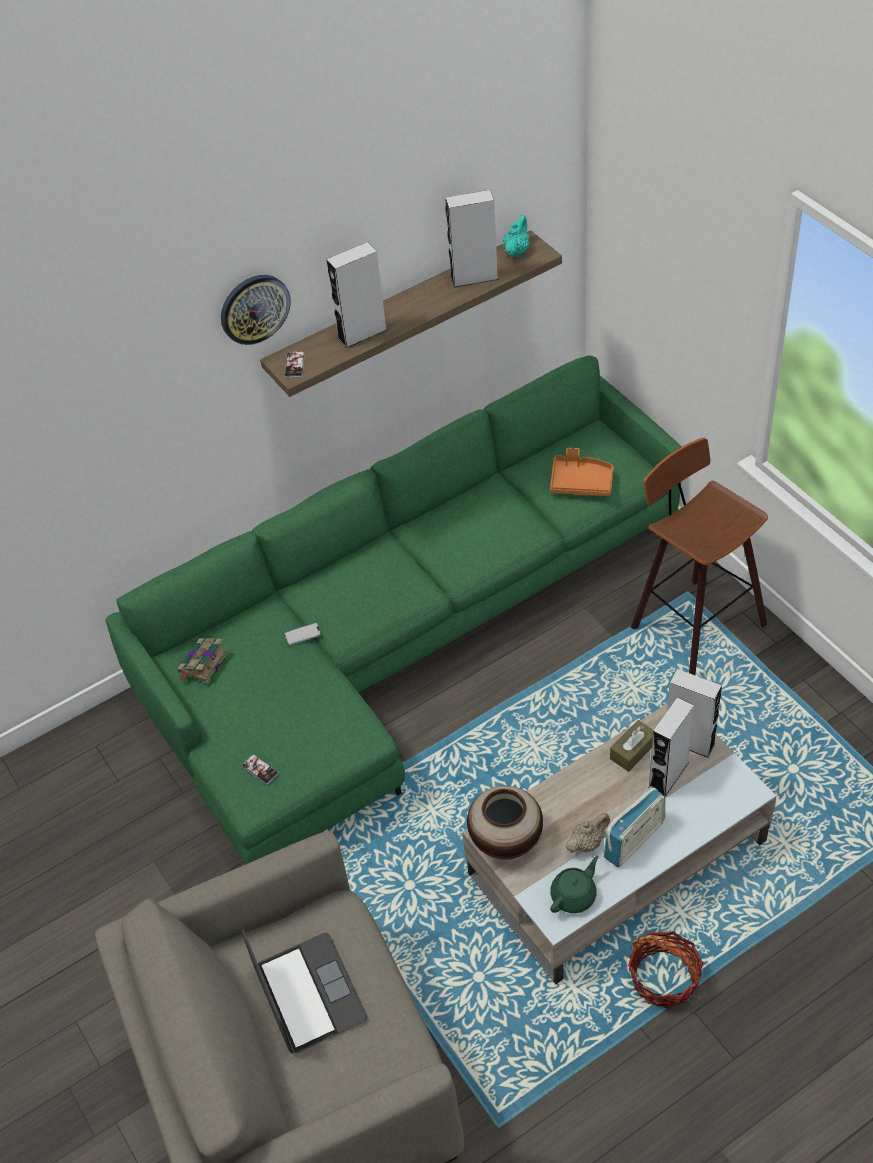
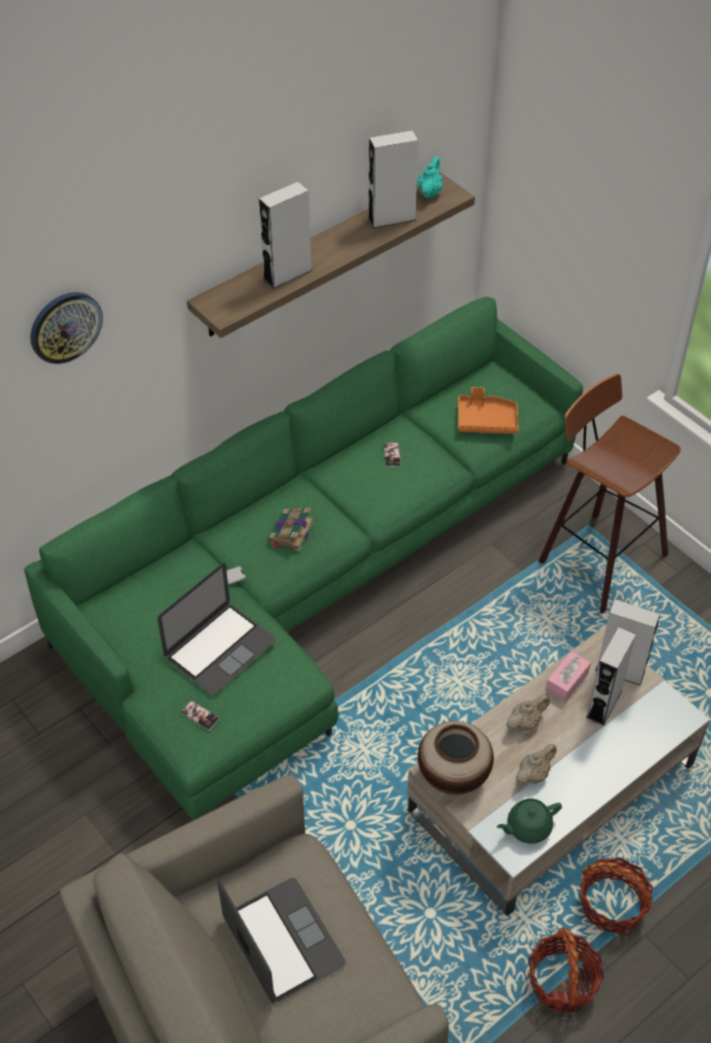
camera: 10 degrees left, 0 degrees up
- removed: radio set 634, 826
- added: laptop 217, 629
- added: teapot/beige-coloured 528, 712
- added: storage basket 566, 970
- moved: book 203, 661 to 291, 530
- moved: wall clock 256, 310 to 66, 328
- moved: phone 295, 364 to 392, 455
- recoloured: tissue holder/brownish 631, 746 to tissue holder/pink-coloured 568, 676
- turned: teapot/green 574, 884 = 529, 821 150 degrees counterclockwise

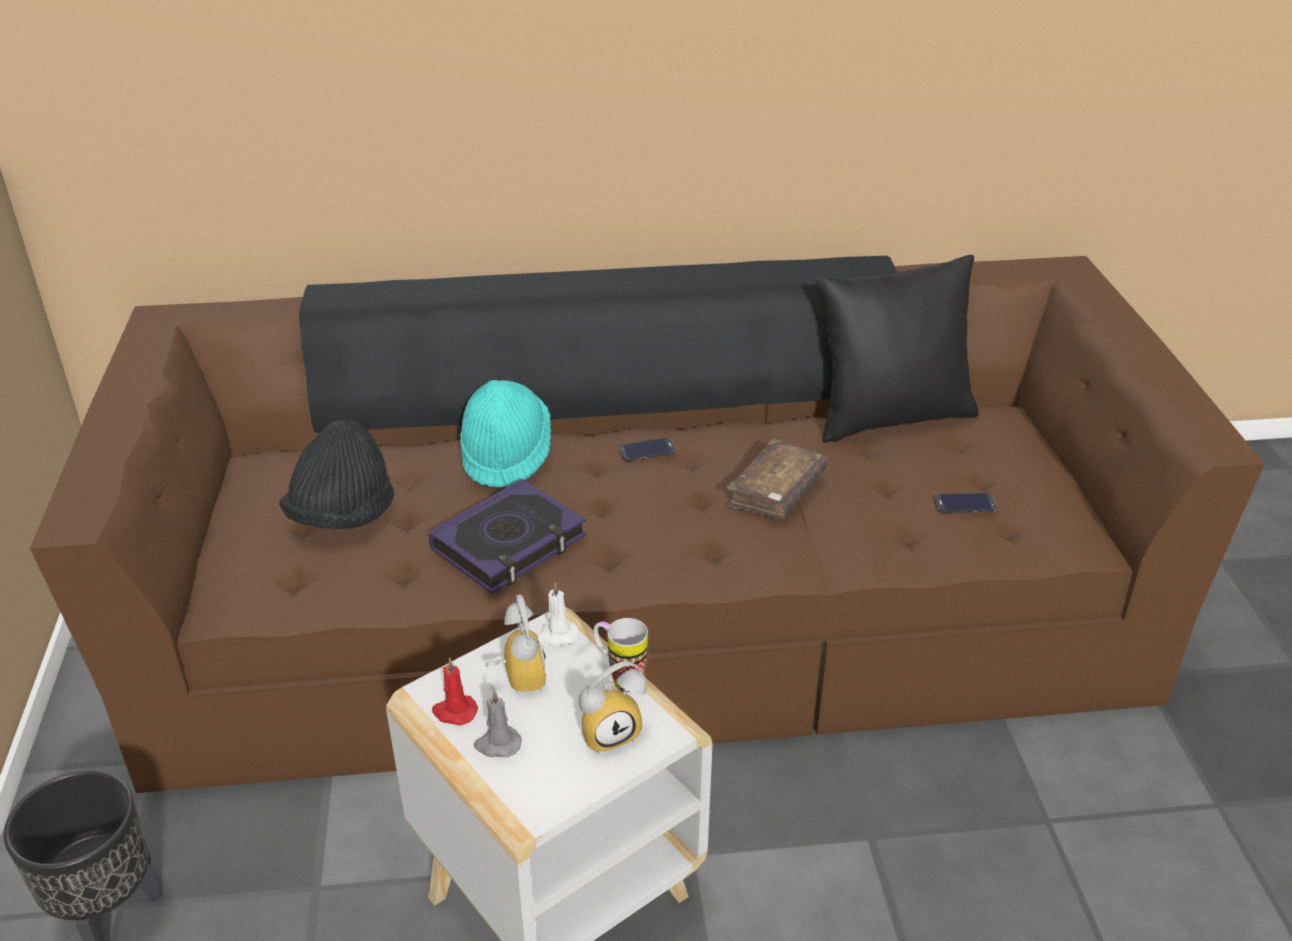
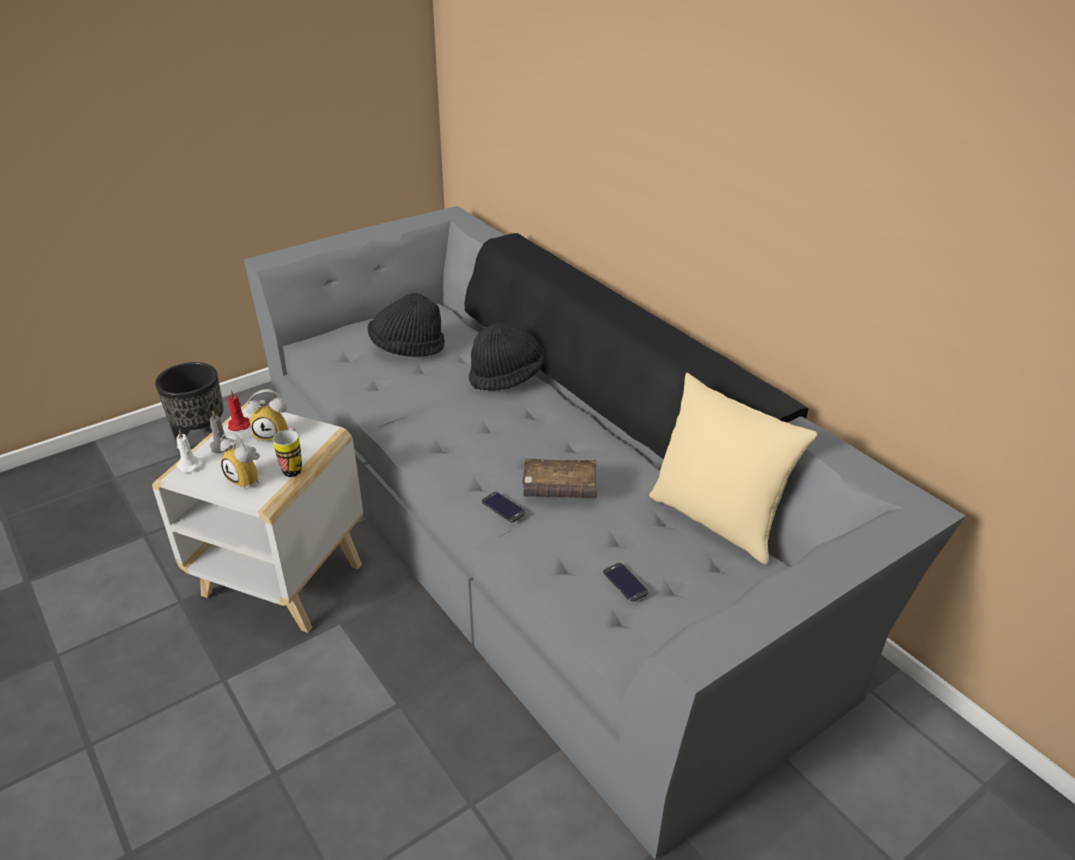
camera: 60 degrees right, 0 degrees up
- removed: book 507, 536
- moved: wax light/white 557, 614 to 189, 451
- moved: phone 647, 449 to 503, 507
- recoloured: couch/brownish 647, 524 to couch/gray 605, 533
- recoloured: hat/blue-green 505, 434 to hat/black-coloured 506, 356
- recoloured: throw pillow/black-coloured 897, 349 to throw pillow/beige-coloured 733, 469
- turned: table clock 515, 643 = 267, 415 45 degrees clockwise

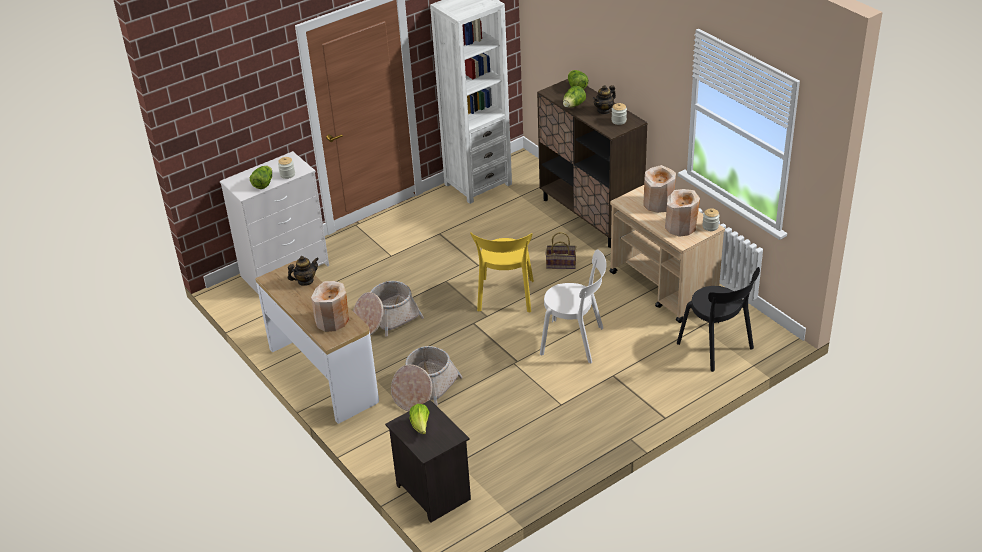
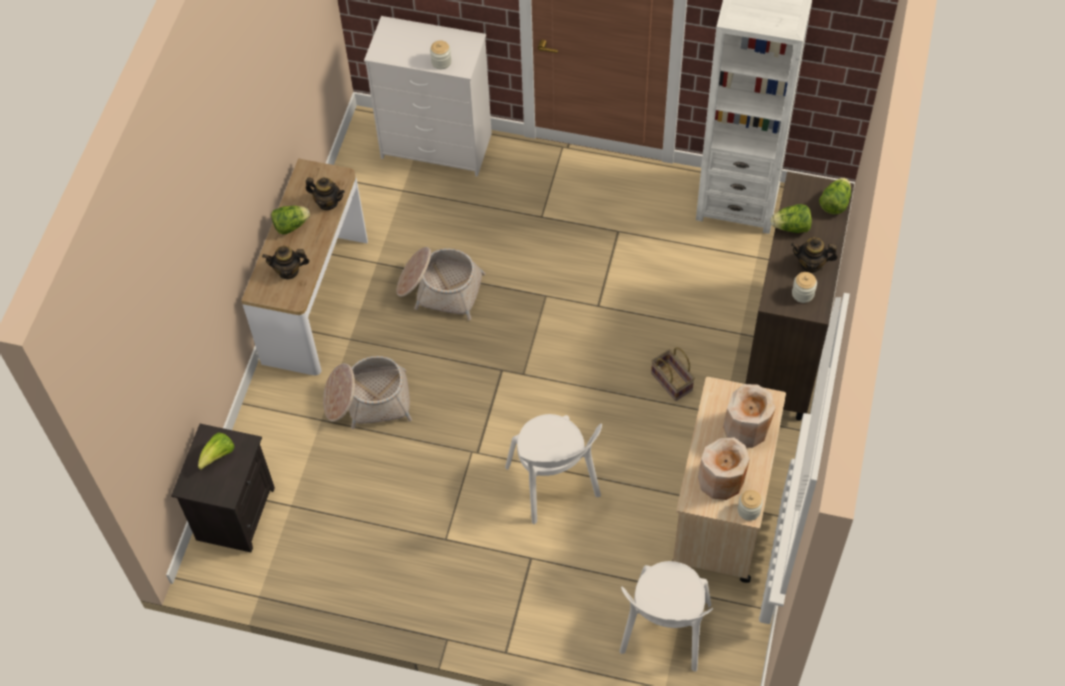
camera: 50 degrees right, 20 degrees up
- removed: upright chair/yellowish 502, 272
- moved: lettuce 261, 177 to 290, 220
- replaced: decorative vase/beige-coloured 330, 306 to teapot 286, 263
- recoloured: upright chair/black-coloured 718, 319 to upright chair/white 666, 616

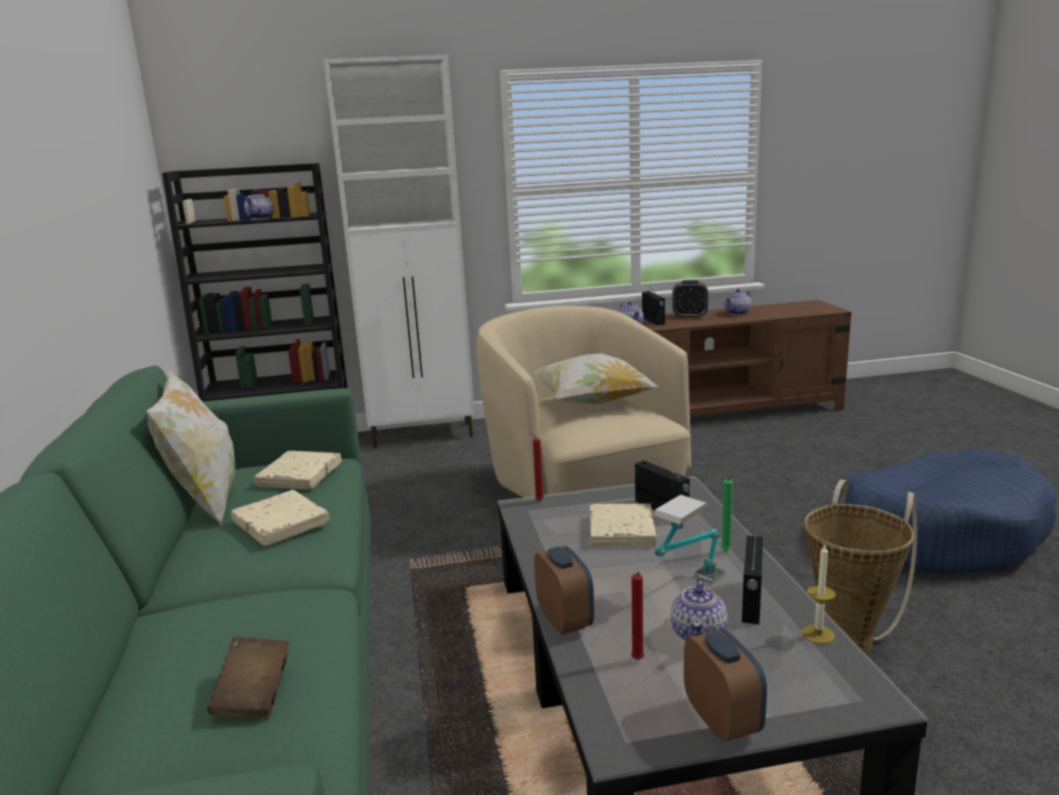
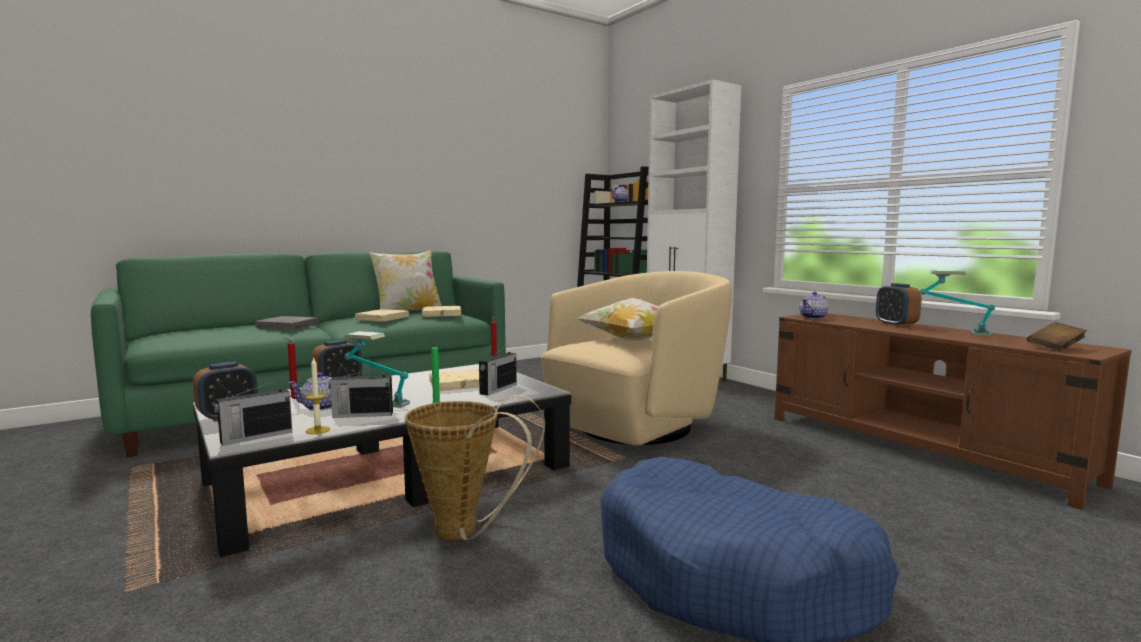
camera: 65 degrees right, 10 degrees down
- added: book/gray 286, 323
- moved: book/brownish 248, 677 to 1057, 337
- moved: radio set 653, 305 to 253, 413
- replaced: teapot 737, 302 to lamp for a table 957, 303

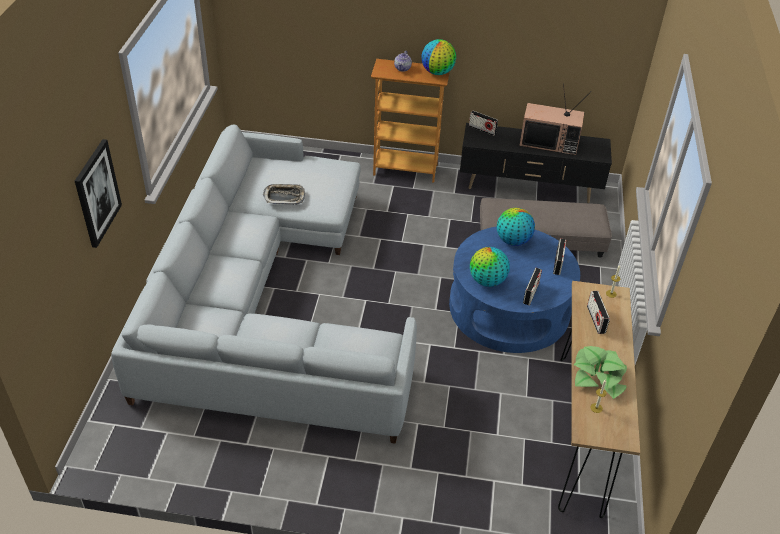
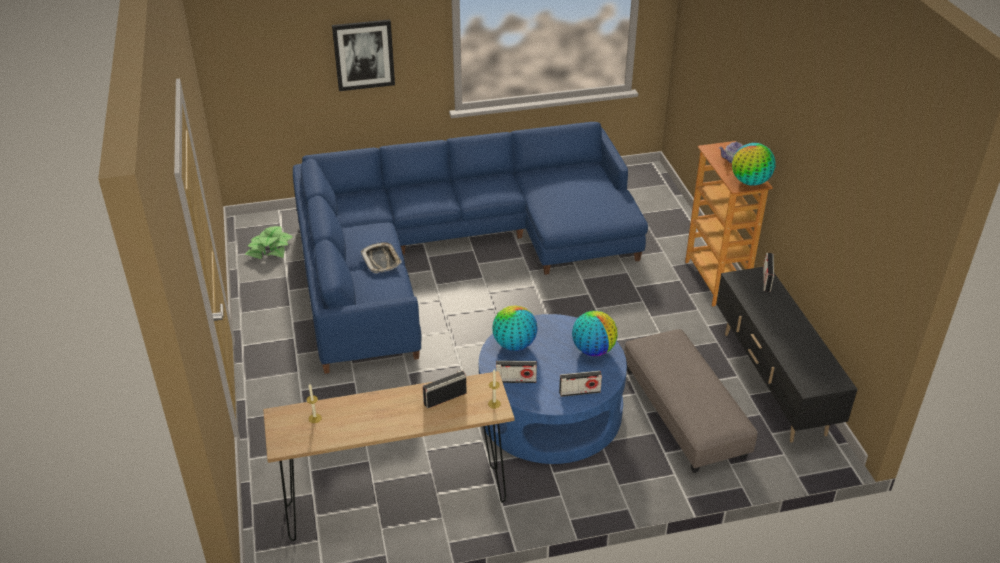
camera: 70 degrees right, 5 degrees down
- removed: TV 555, 119
- moved: tray 284, 194 to 381, 257
- moved: potted plant 600, 372 to 269, 242
- recoloured: couch/gray 264, 284 to couch/bluish 470, 248

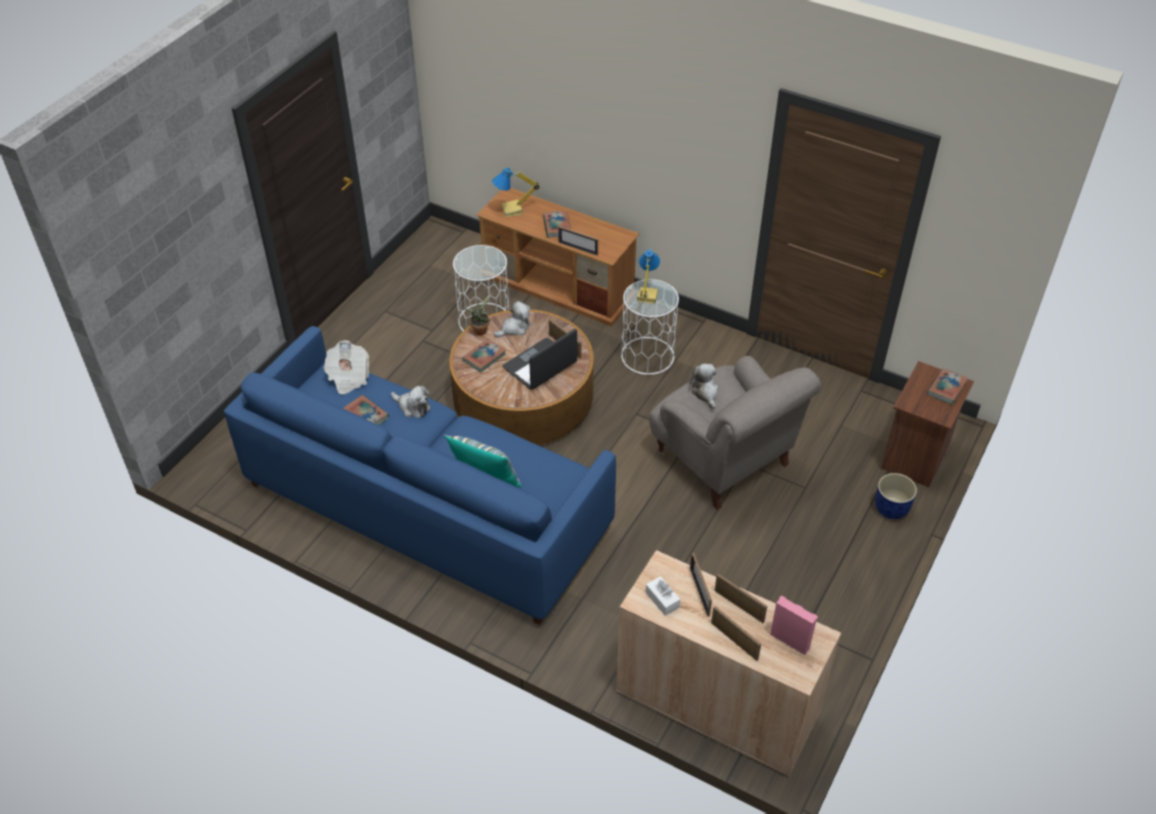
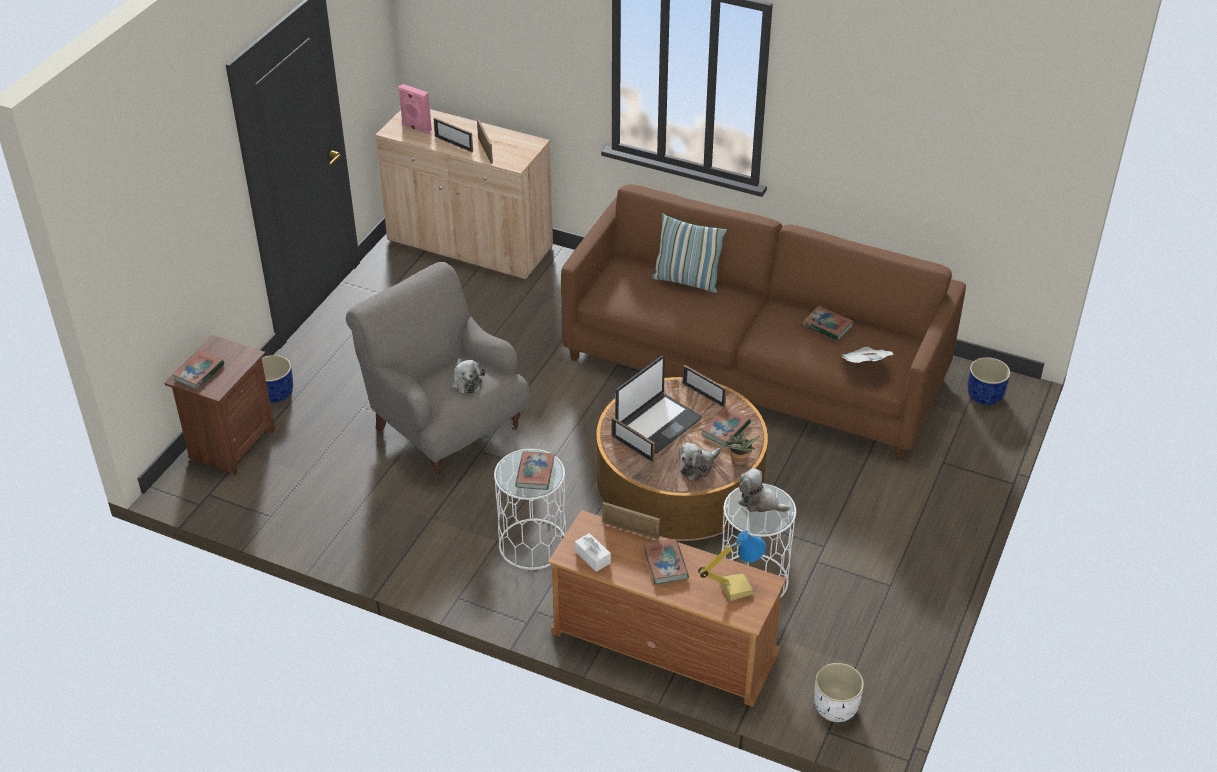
camera: 175 degrees right, 5 degrees down
- added: plant pot/white 839, 692
- added: plant pot/bluish 989, 381
- moved: soft toy 411, 402 to 764, 490
- moved: tissue holder/white 663, 596 to 593, 552
- moved: picture frame 736, 633 to 705, 386
- replaced: lamp for a table 648, 276 to book 535, 470
- recoloured: couch/bluish 420, 475 to couch/brownish 763, 322

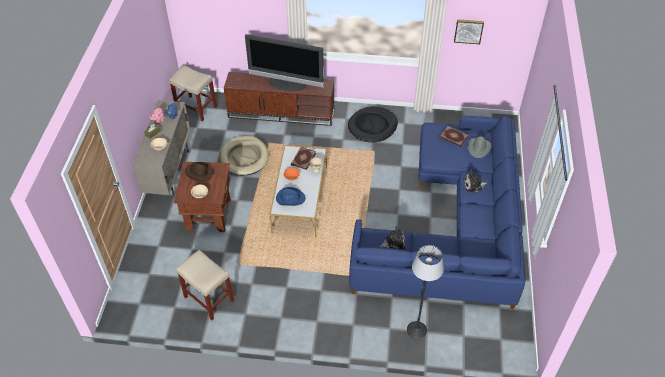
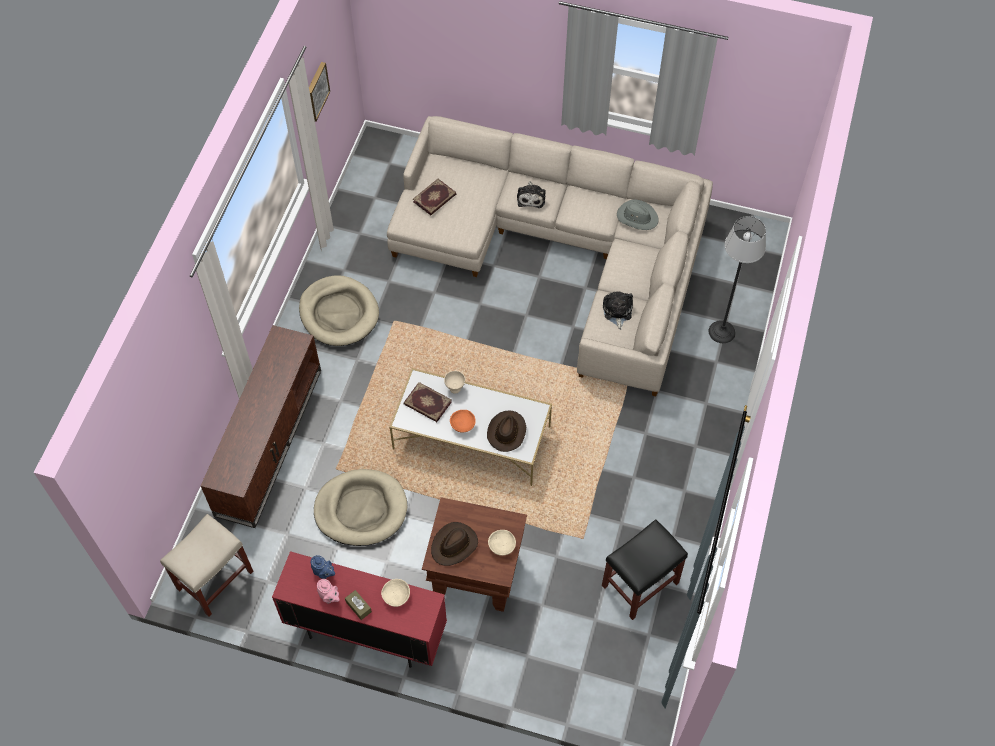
camera: 80 degrees left, 10 degrees up
- removed: TV 284, 62
- moved: hat/gray 479, 147 to 637, 214
- recoloured: cupboard/beige-coloured 162, 148 to cupboard/reddish 359, 609
- recoloured: sitting stool/beige-coloured 205, 284 to sitting stool/black-coloured 645, 569
- recoloured: hat/bluish 291, 196 to hat/brownish 506, 431
- recoloured: pet bed/black-coloured 373, 124 to pet bed/beige-coloured 339, 310
- recoloured: couch/bluish 437, 212 to couch/beige-coloured 550, 256

